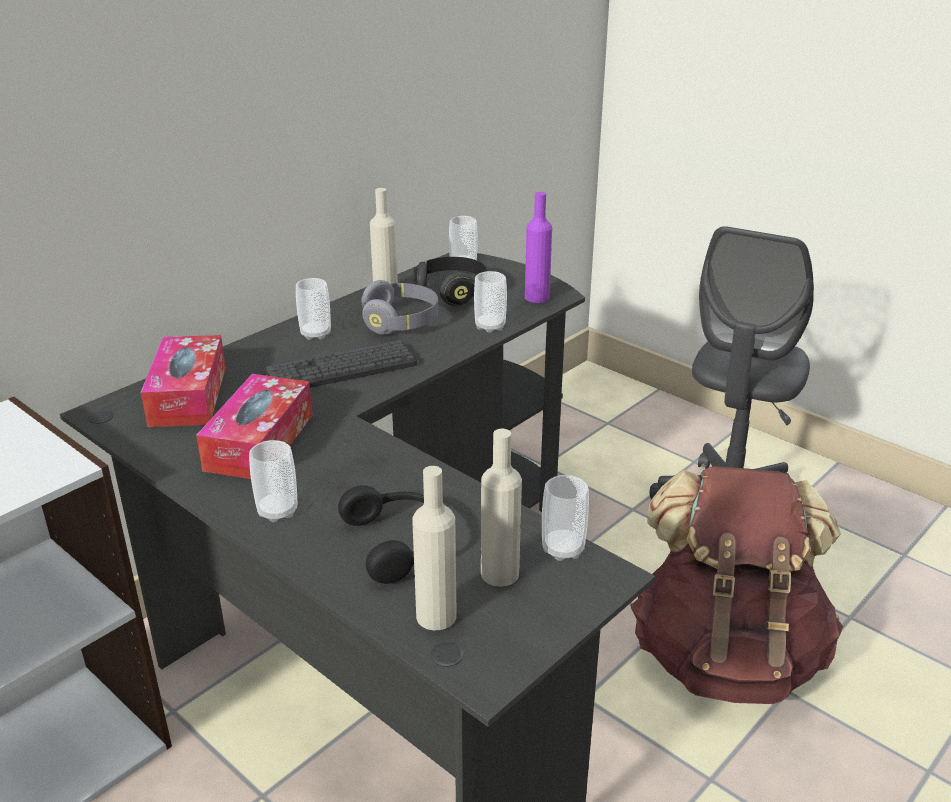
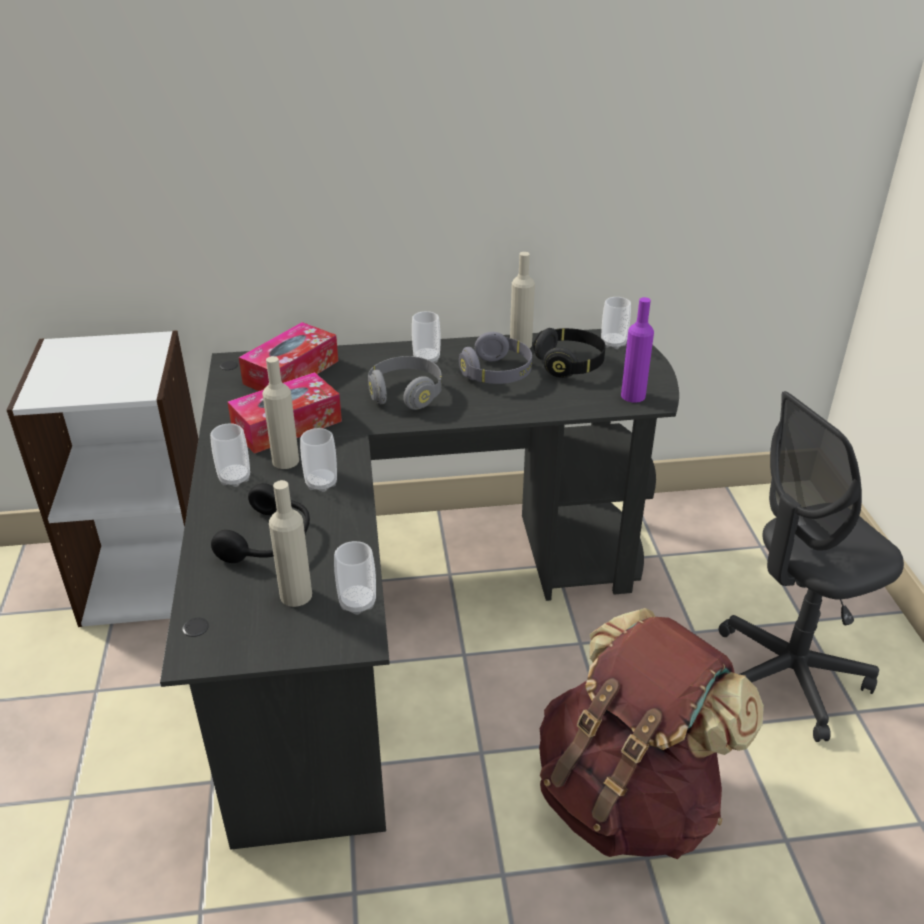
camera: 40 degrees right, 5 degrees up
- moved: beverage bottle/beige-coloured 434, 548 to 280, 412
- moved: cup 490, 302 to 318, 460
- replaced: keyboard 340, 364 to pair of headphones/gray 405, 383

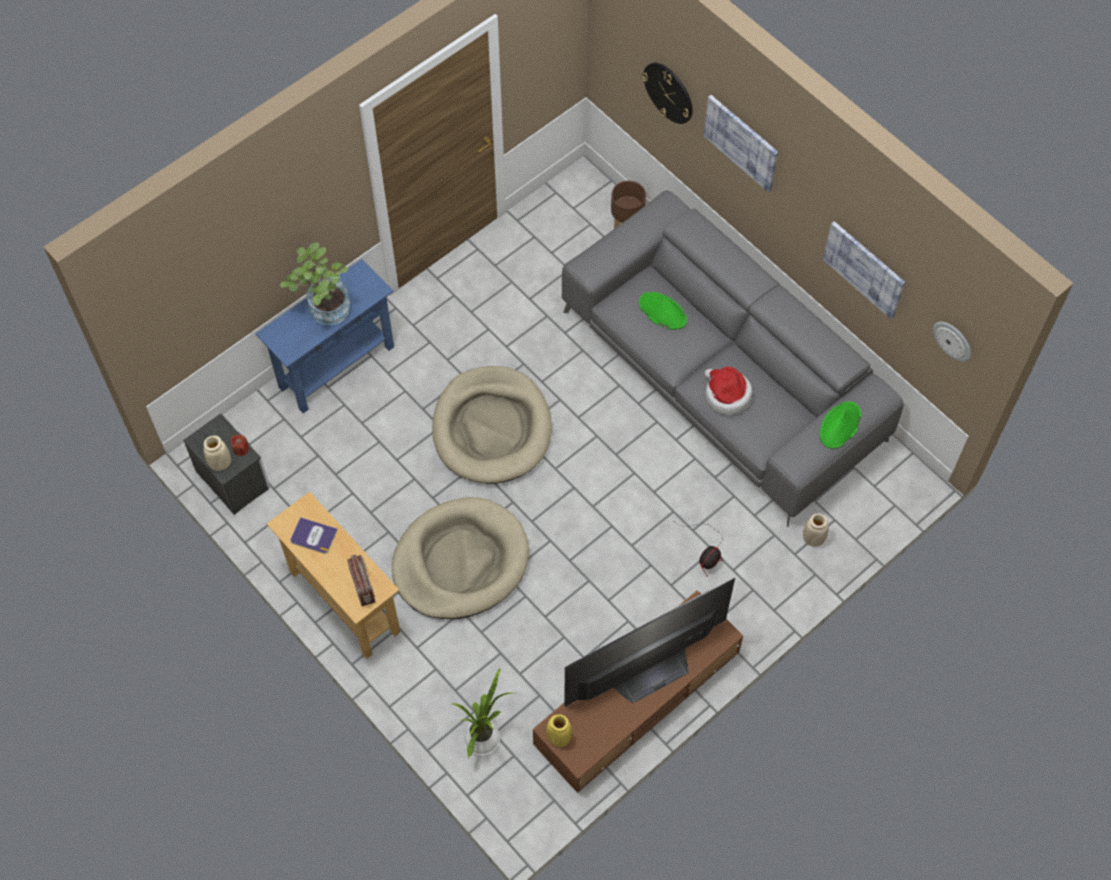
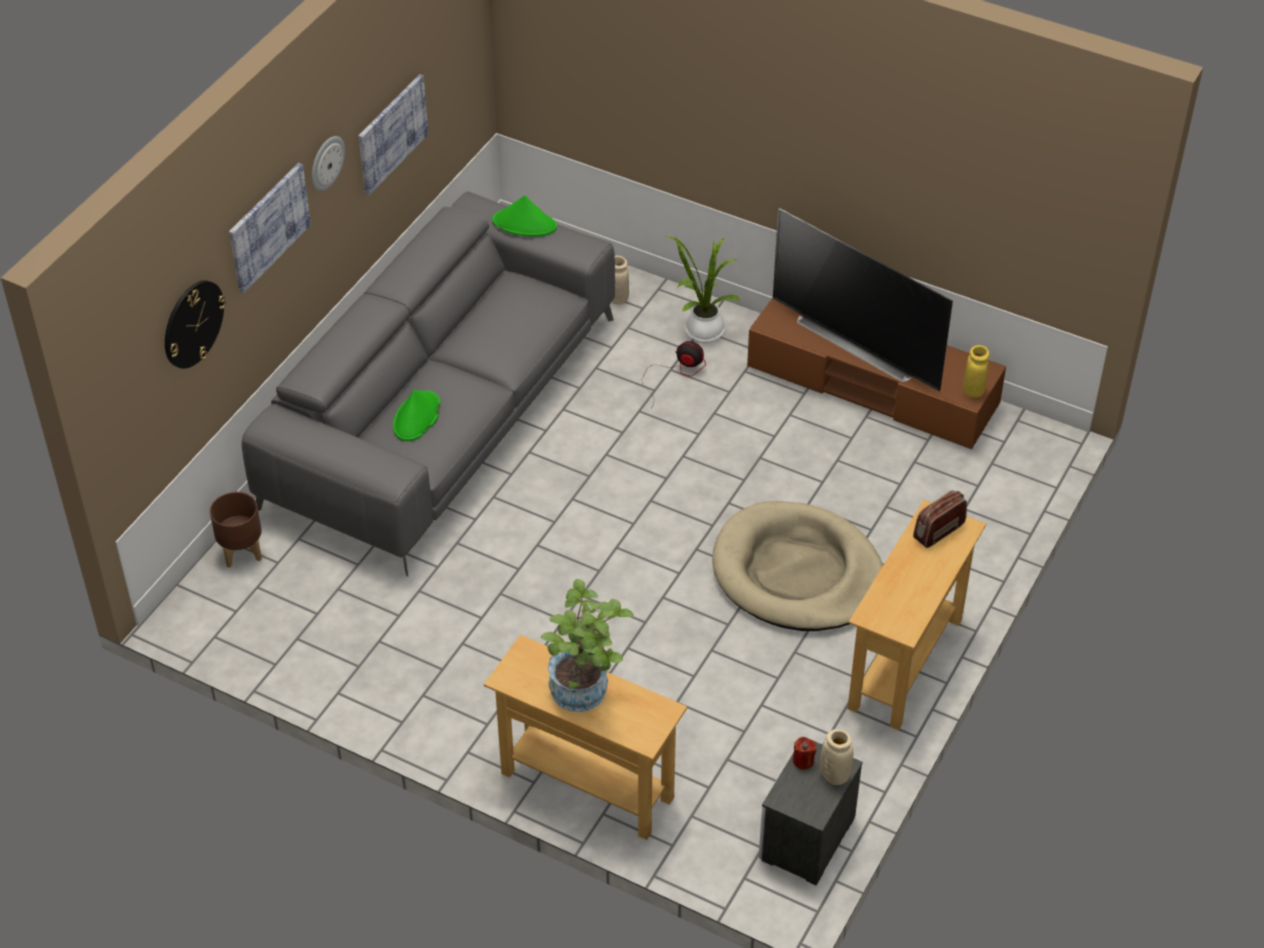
camera: 110 degrees left, 15 degrees down
- removed: book 314, 535
- removed: pet bed/beige-coloured 492, 425
- removed: hat 728, 390
- moved: potted plant 482, 712 to 703, 289
- moved: wall clock 952, 342 to 328, 163
- recoloured: console table/bluish 325, 336 to console table/beige-coloured 585, 737

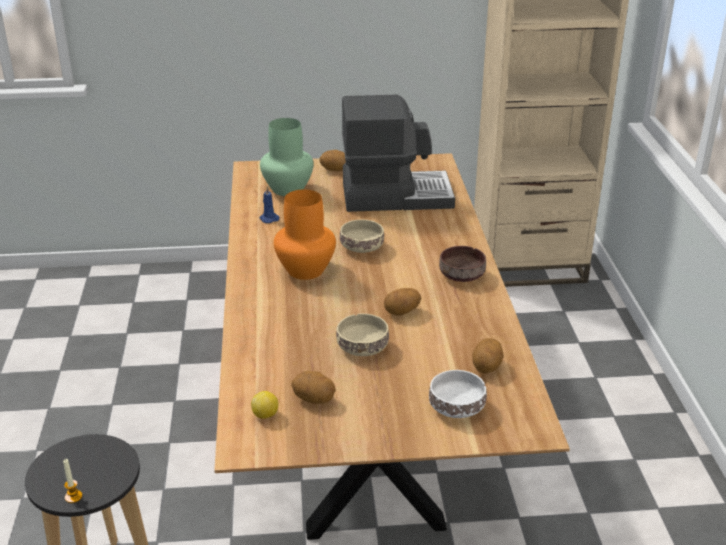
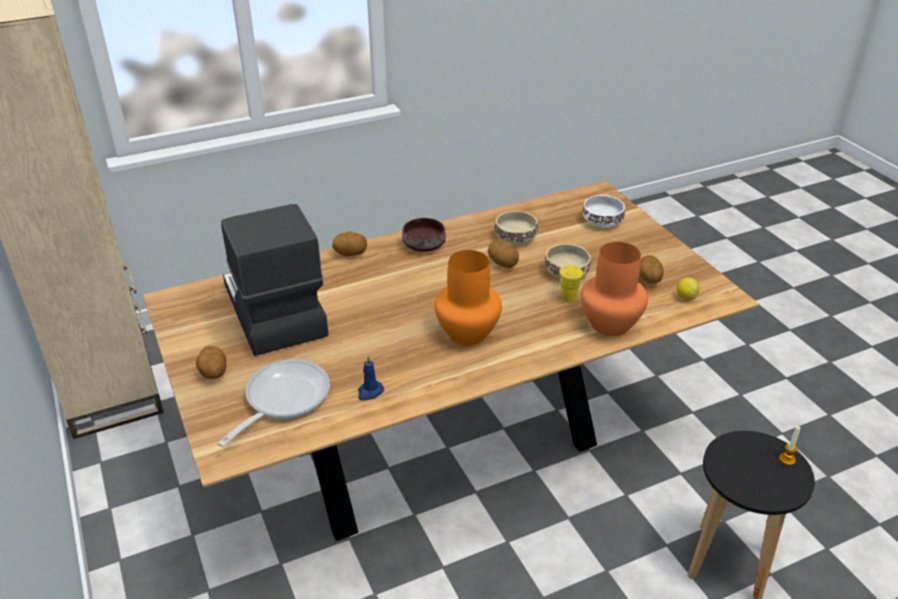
camera: 110 degrees left, 5 degrees up
- added: cup/yellowish 571, 284
- added: decorative vase/orange 614, 289
- moved: bowl/beige-coloured 362, 236 to 516, 227
- moved: potato 487, 356 to 349, 243
- replaced: decorative vase/green 287, 157 to frying pan 273, 403

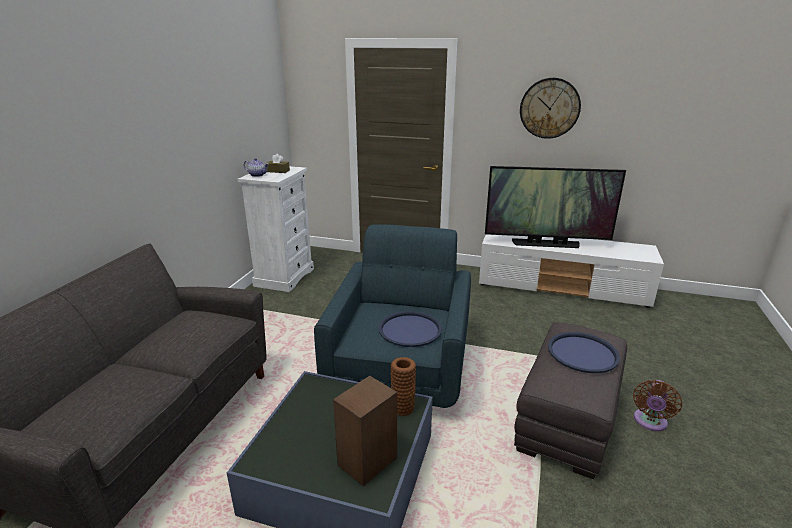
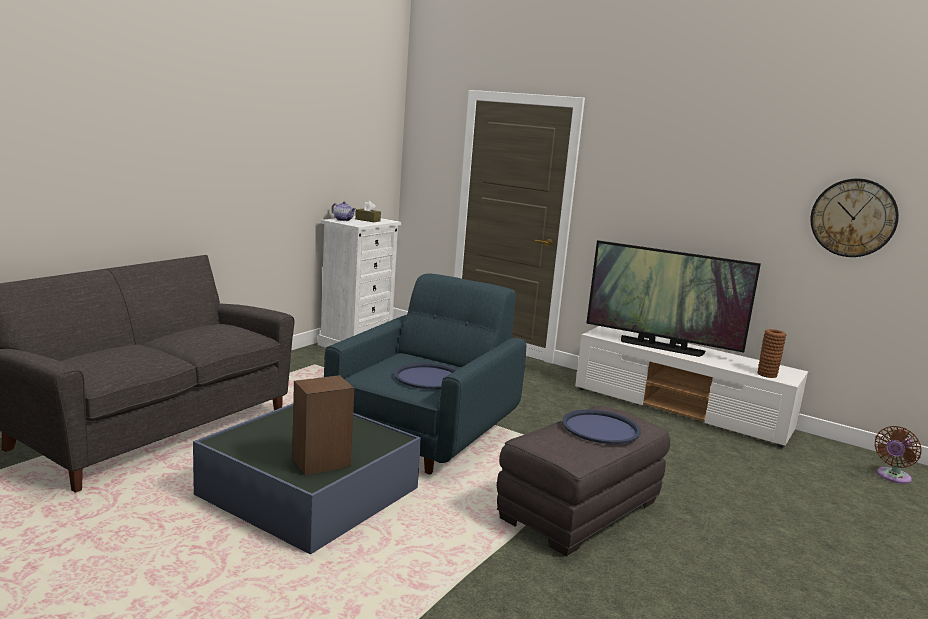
camera: 15 degrees right, 10 degrees down
- moved: decorative vase/brownish 403, 386 to 771, 353
- moved: wall clock 550, 108 to 854, 217
- moved: cooling fan/brownish 657, 405 to 898, 455

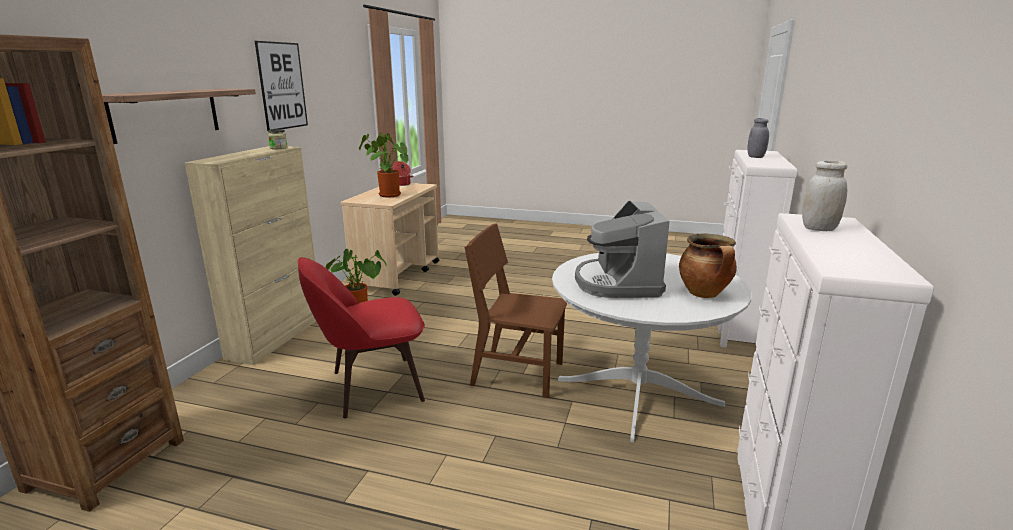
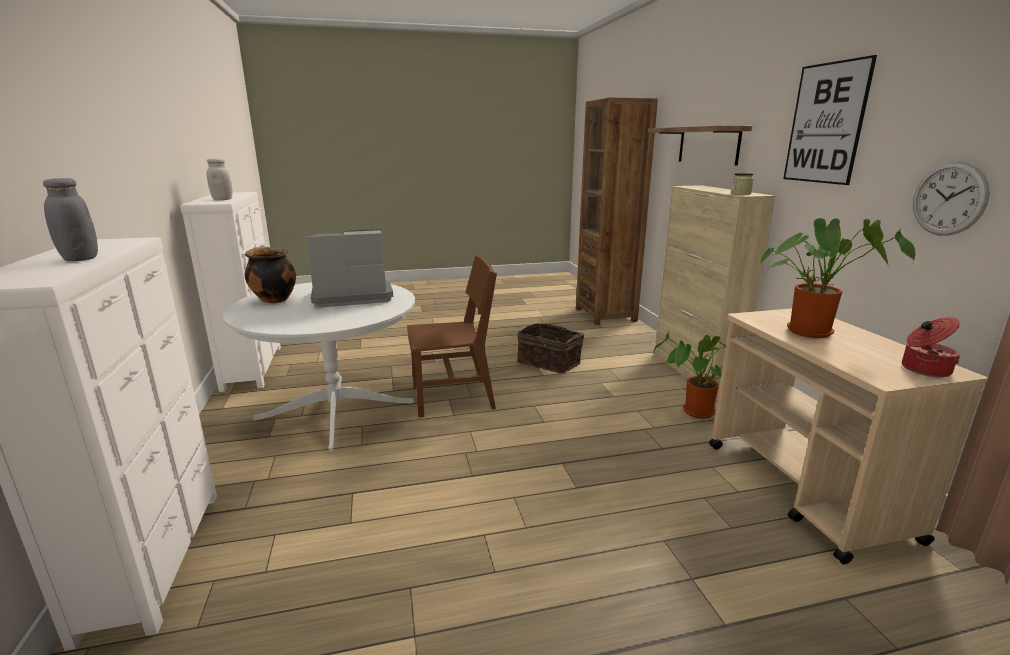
camera: 150 degrees right, 0 degrees up
- added: wall clock 951, 198
- replaced: upright chair/reddish 361, 337 to storage basket 550, 348
- turned: coffee machine 622, 249 = 349, 268 75 degrees counterclockwise

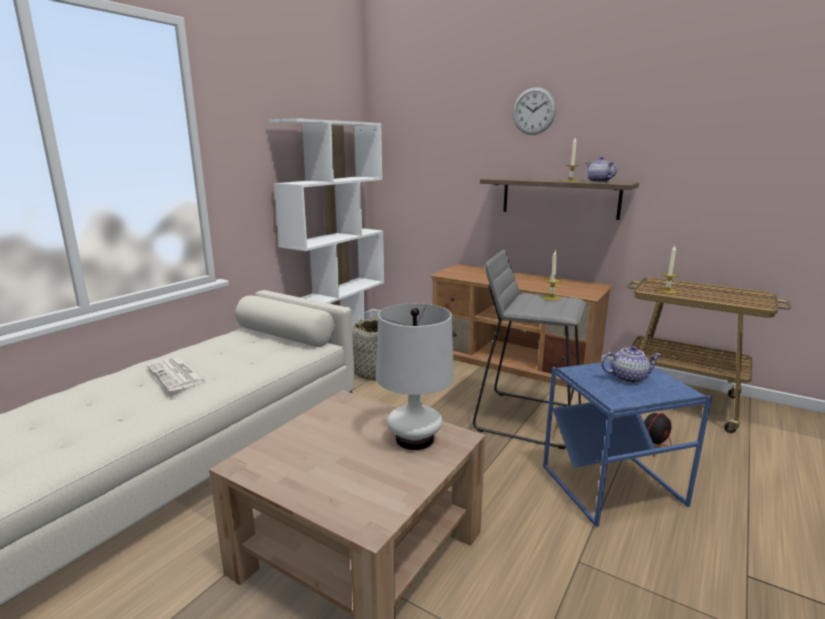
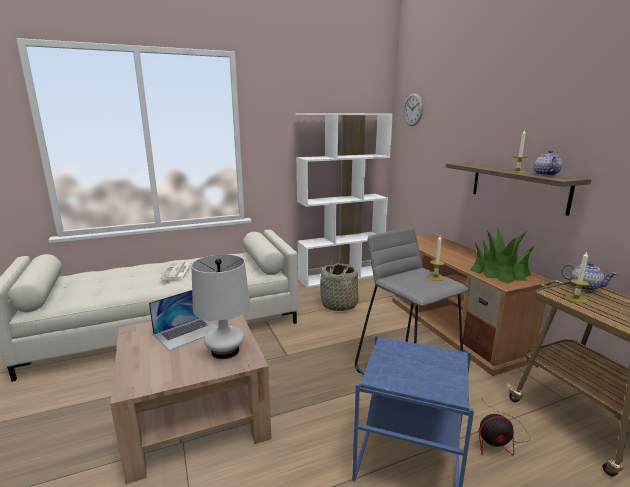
camera: 35 degrees right, 0 degrees up
- added: laptop 183, 320
- added: potted plant 502, 254
- moved: wall clock 534, 111 to 413, 109
- moved: teapot 631, 364 to 589, 276

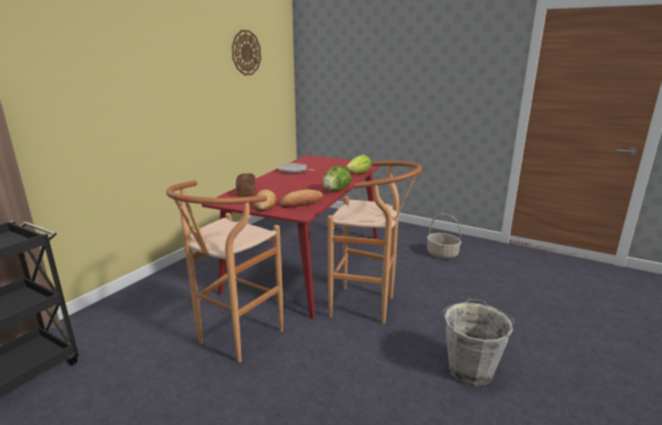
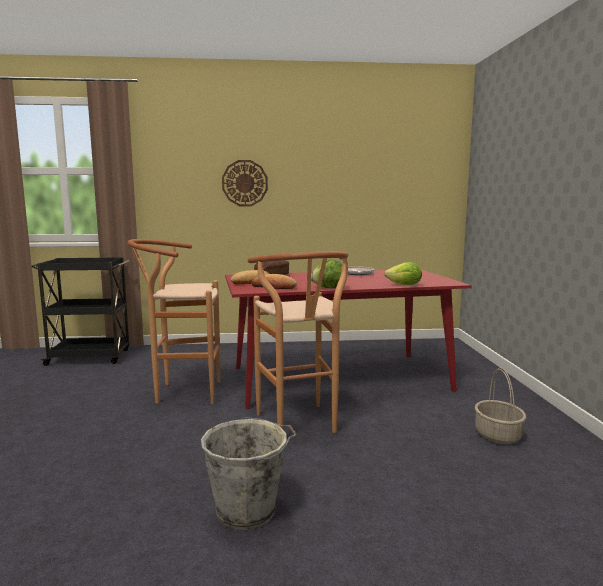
camera: 55 degrees right, 10 degrees down
- moved: wall clock 246, 52 to 245, 183

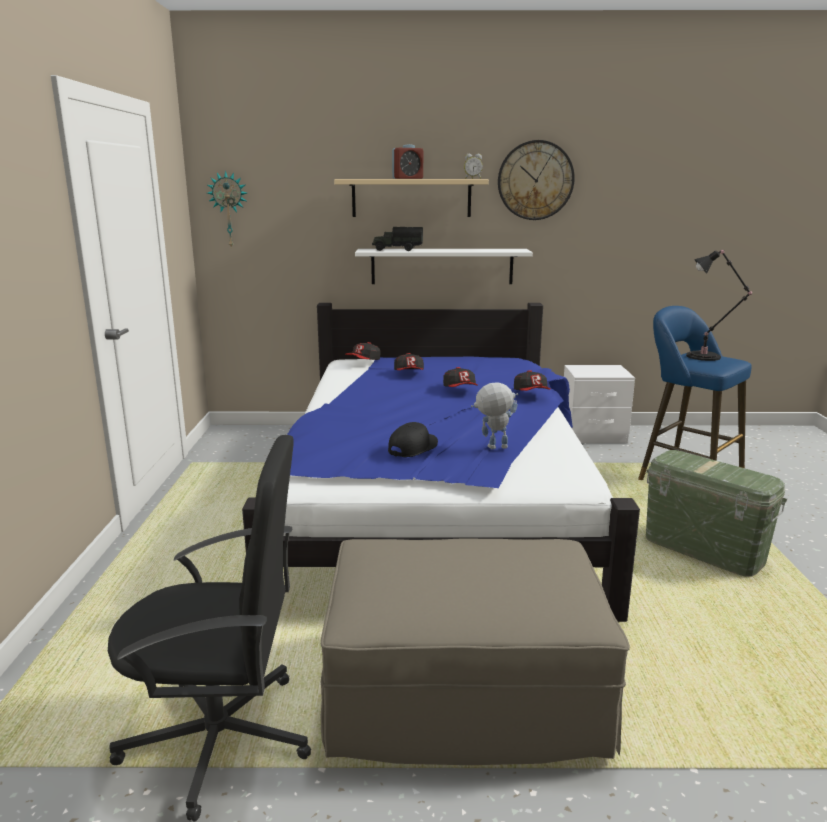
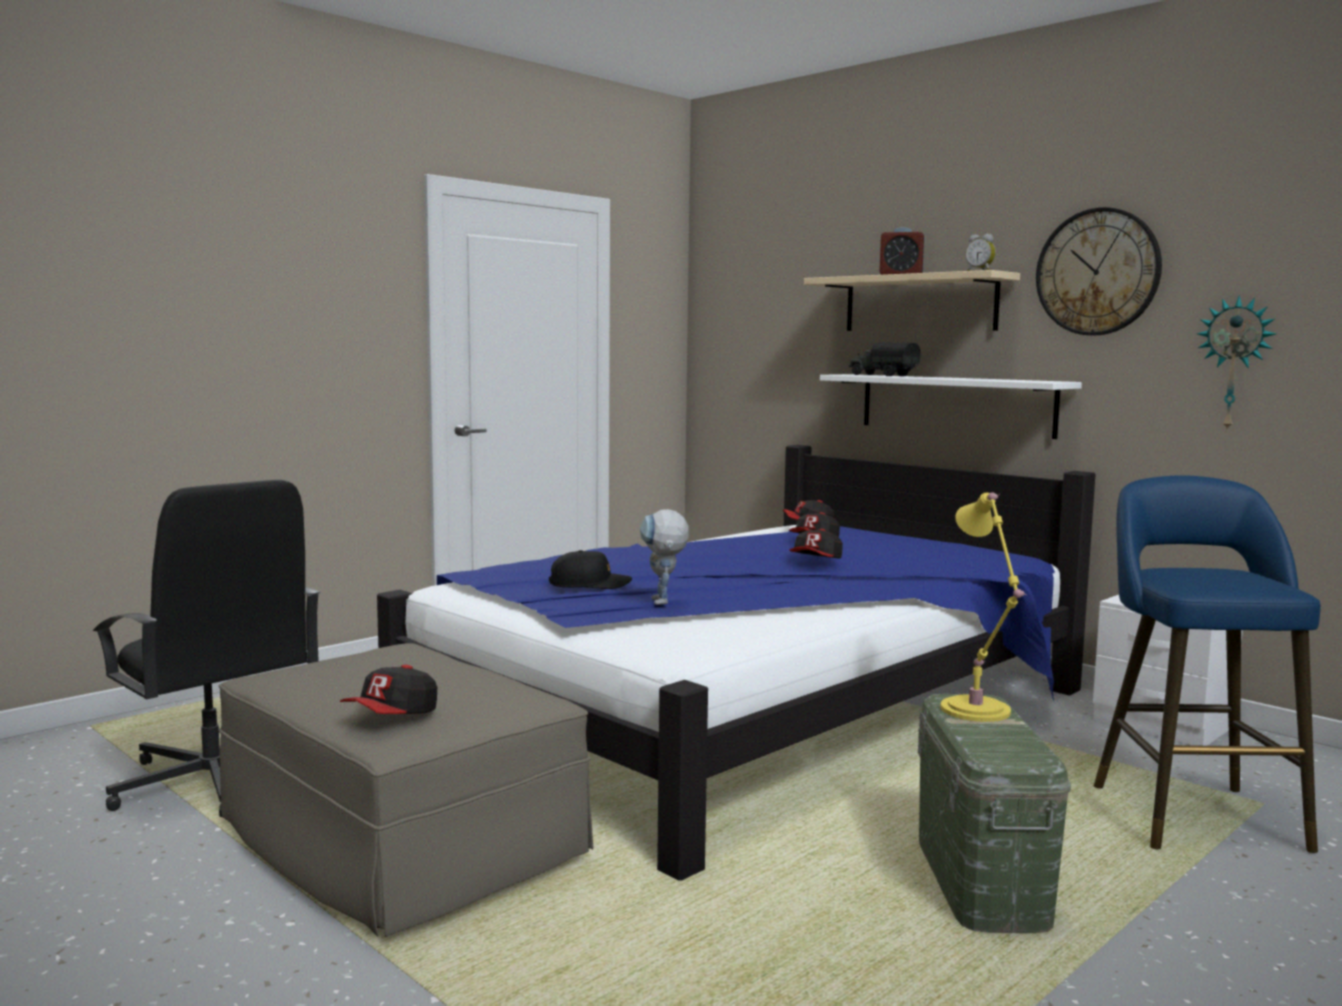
camera: 45 degrees right, 10 degrees down
- removed: lamp for a table/black-coloured 719, 305
- added: lamp for a table/yellowish 984, 607
- moved: wall clock 227, 210 to 1236, 363
- moved: peaked cap 532, 380 to 388, 689
- turned: model robot 494, 415 = 664, 557 135 degrees counterclockwise

